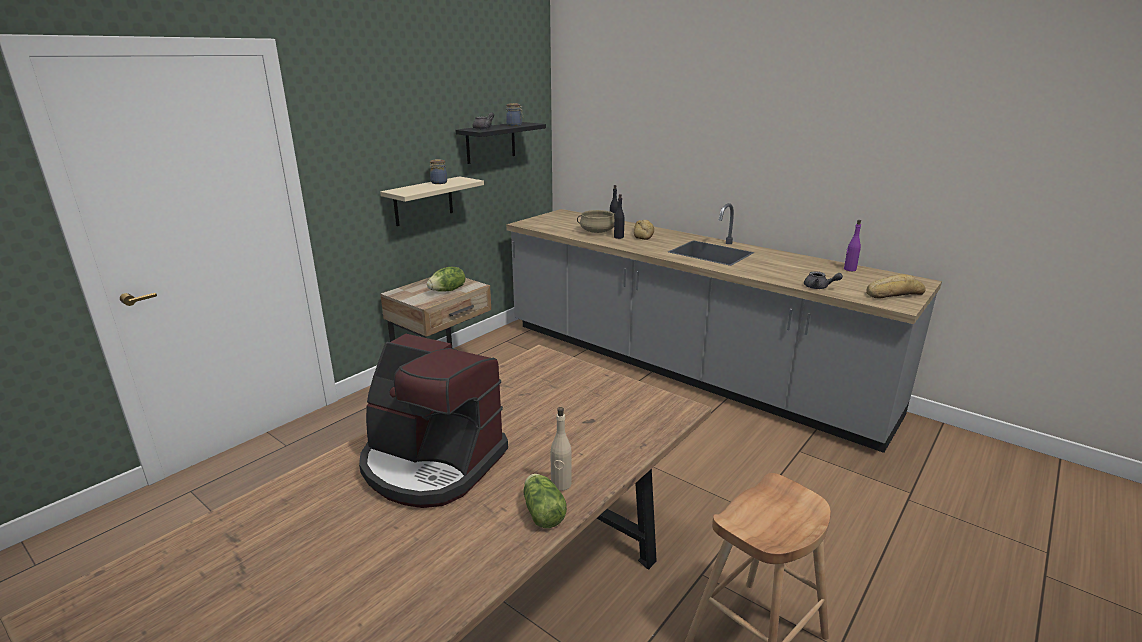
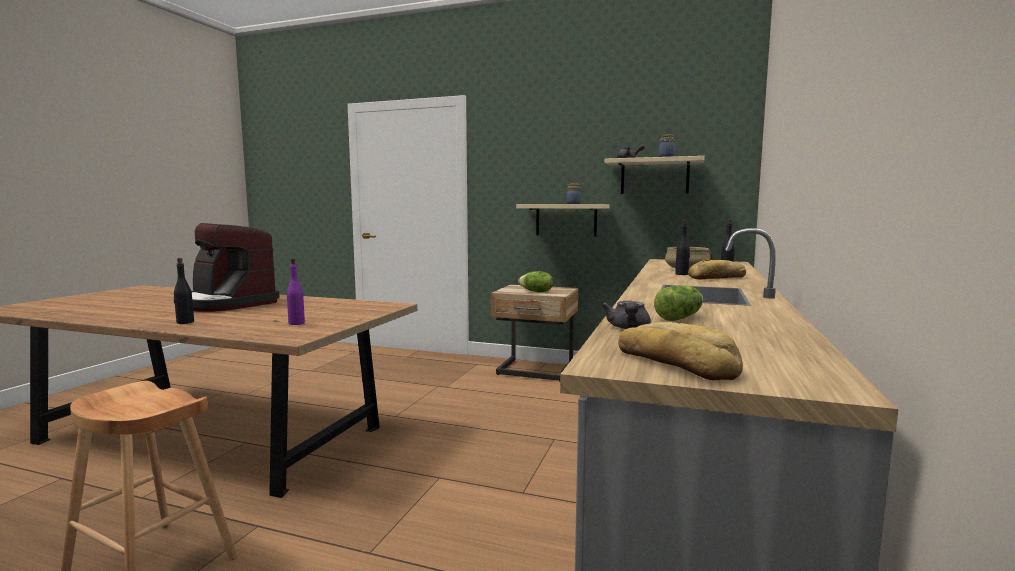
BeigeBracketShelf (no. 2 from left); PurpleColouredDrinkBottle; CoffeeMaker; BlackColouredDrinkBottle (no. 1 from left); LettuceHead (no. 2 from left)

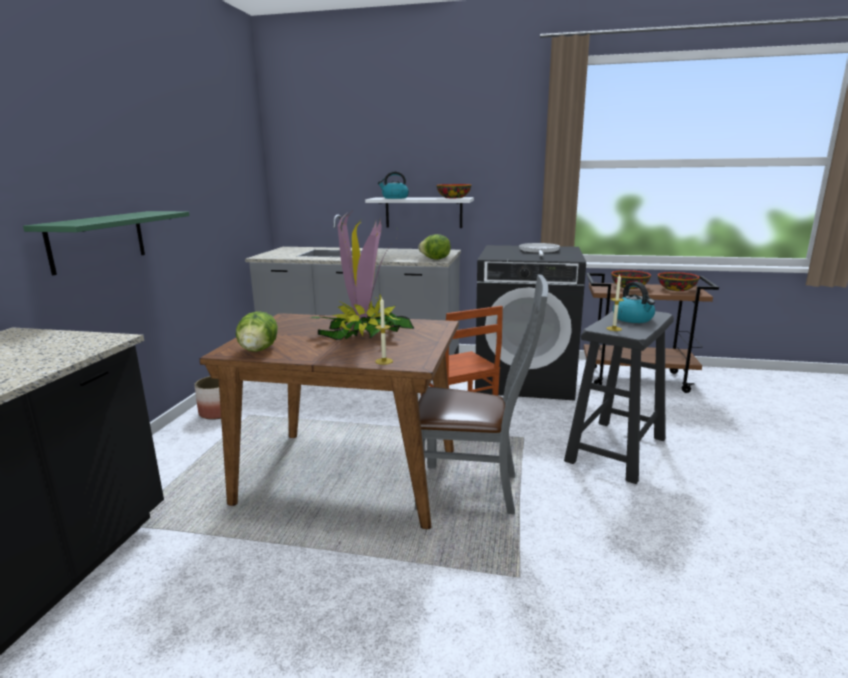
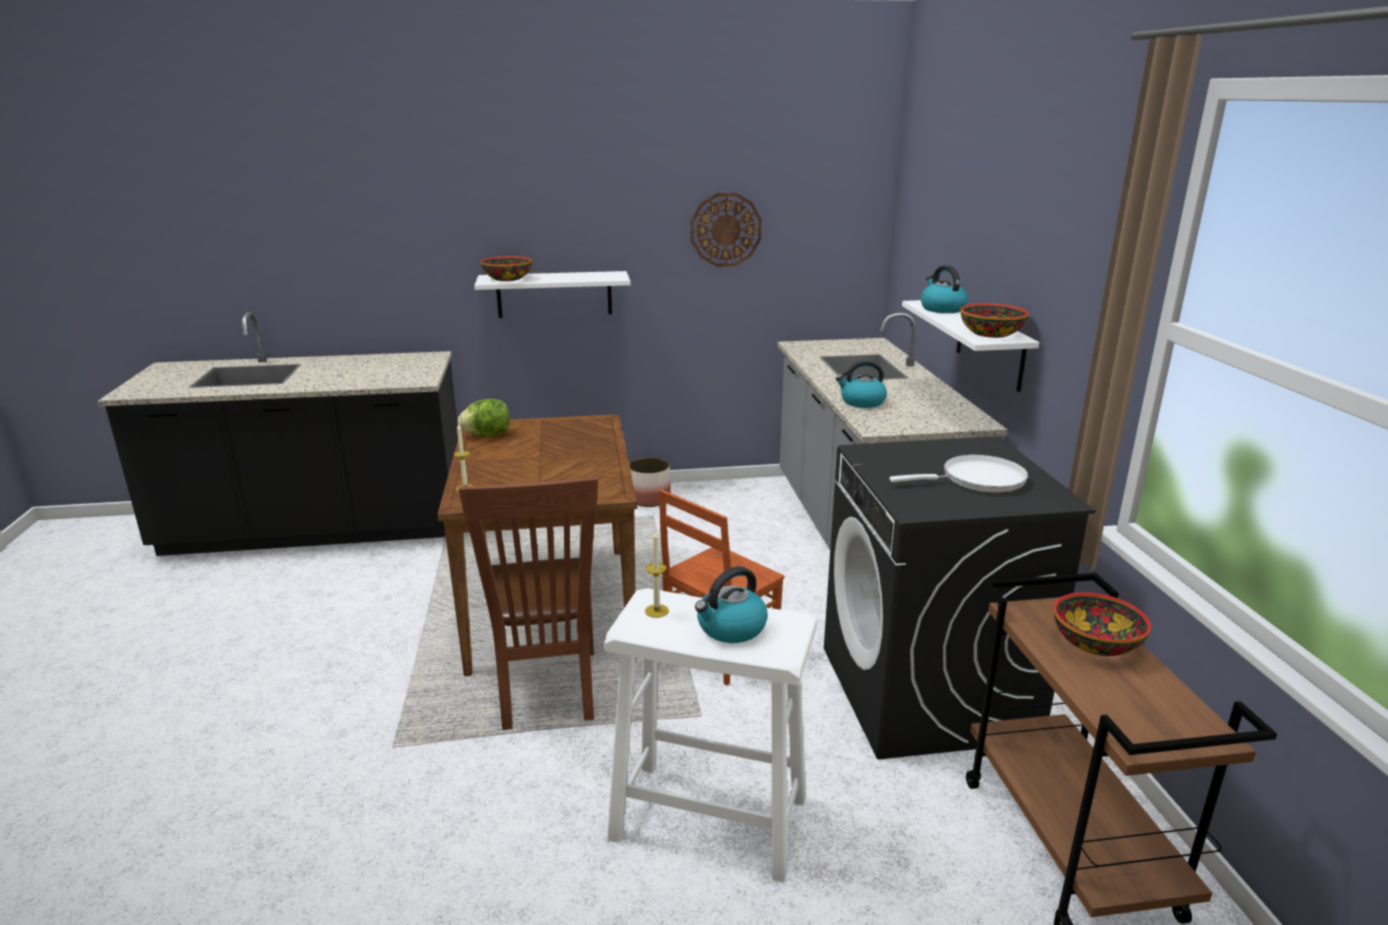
WhiteColouredBracketShelf (no. 1 from left); PlantInAPot; LettuceHead (no. 2 from left in the first image); DeepDish (no. 1 from left); BrownishChair (no. 1 from left); WhiteColouredStoolSeat; ClockOnTheWall; WaterKettle (no. 2 from left)

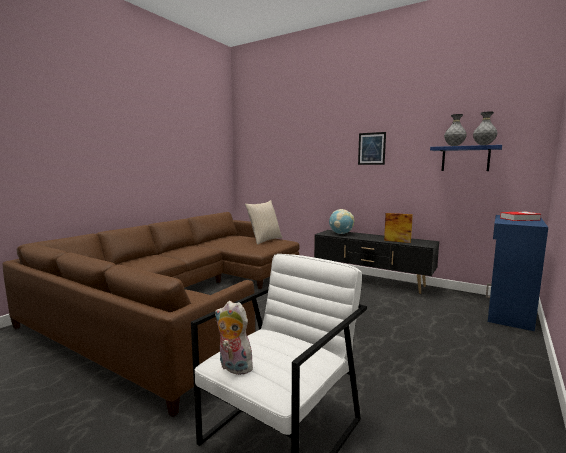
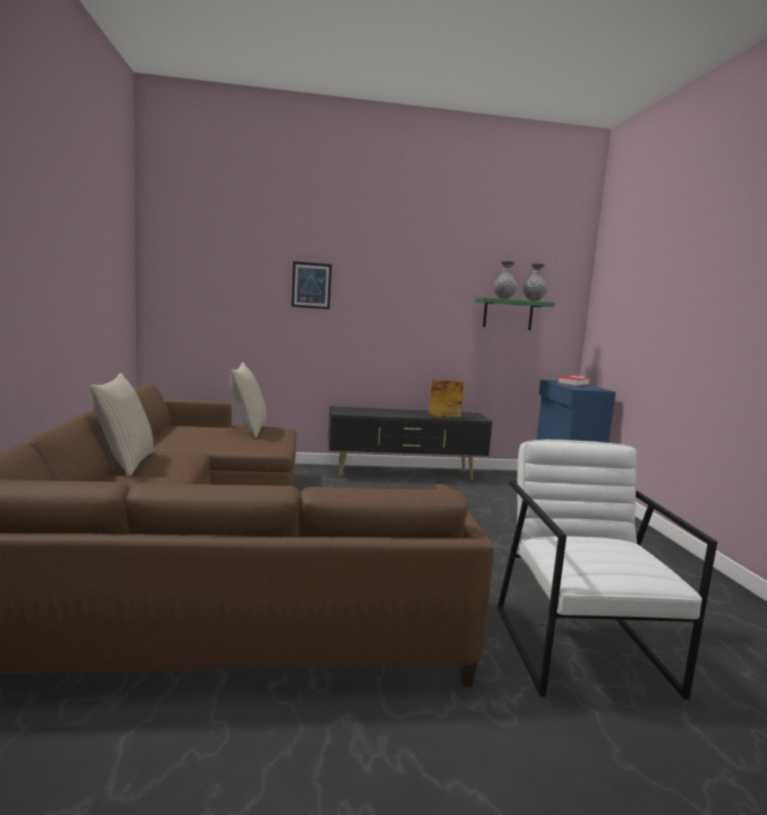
Picture; GreenishBracketShelf; WorldGlobe; SoftToy; BeigeThrowPillow (no. 1 from left)

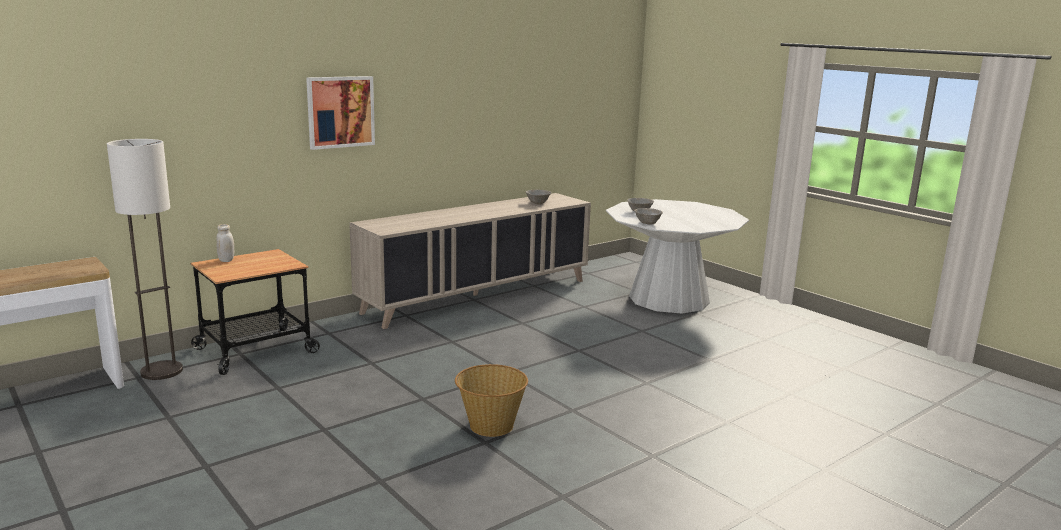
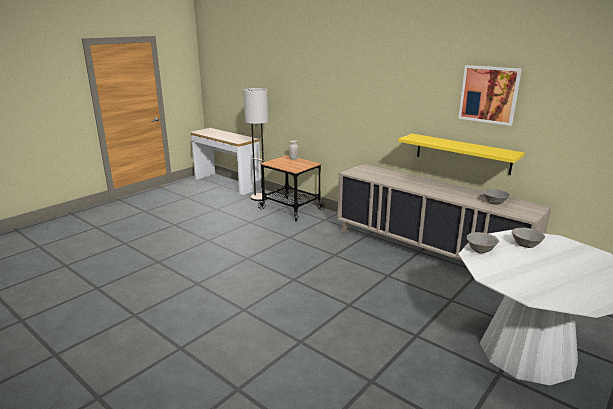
Picture; HouseholdBasket; YellowBracketShelf

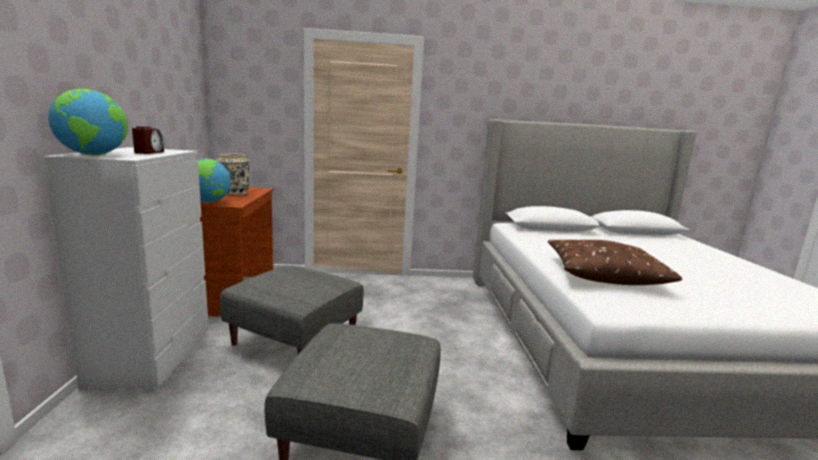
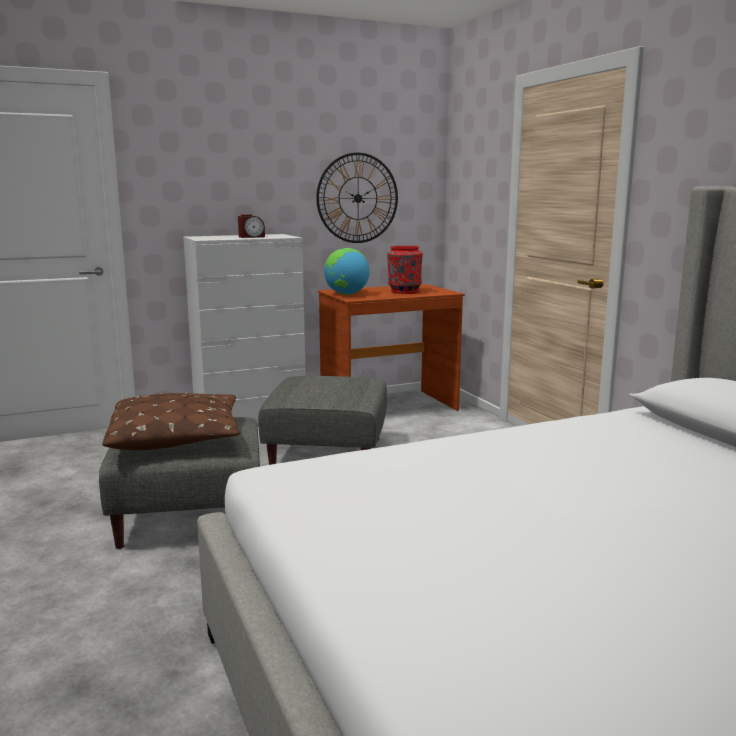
WorldGlobe (no. 1 from left in the first image); RedFlowerVase; BrownishThrowPillow; ClockOnTheWall

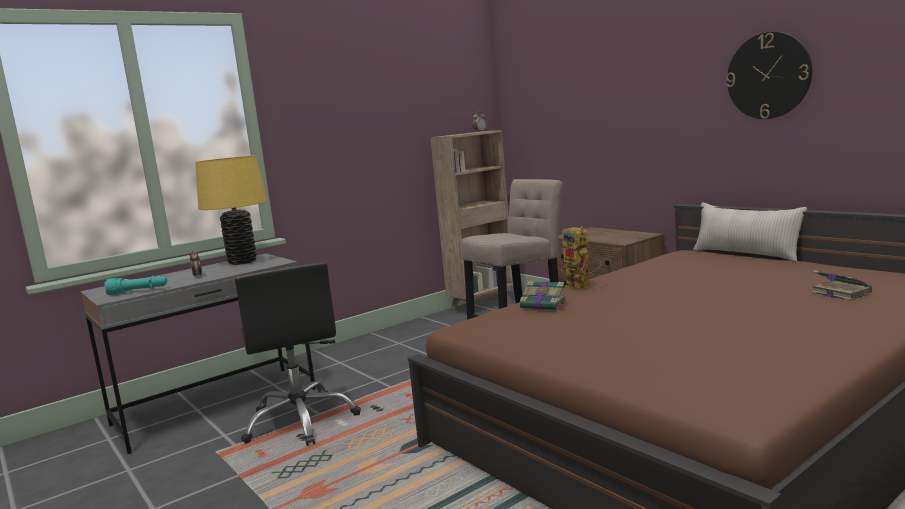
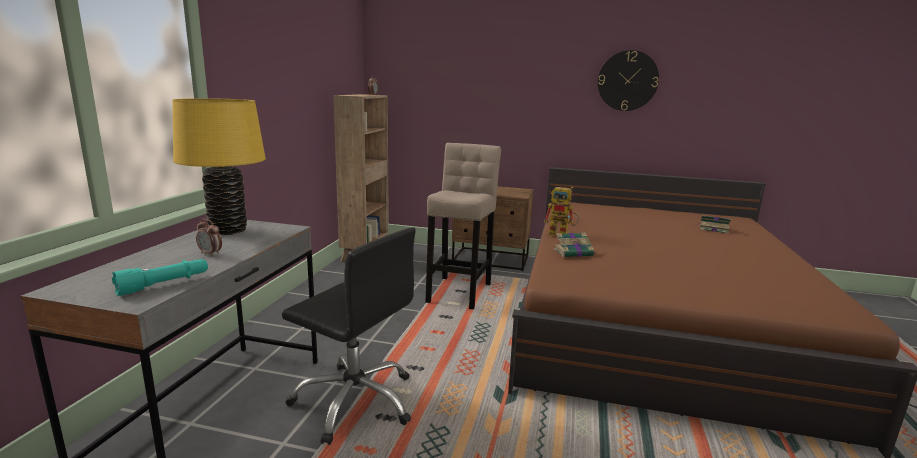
BeigeThrowPillow

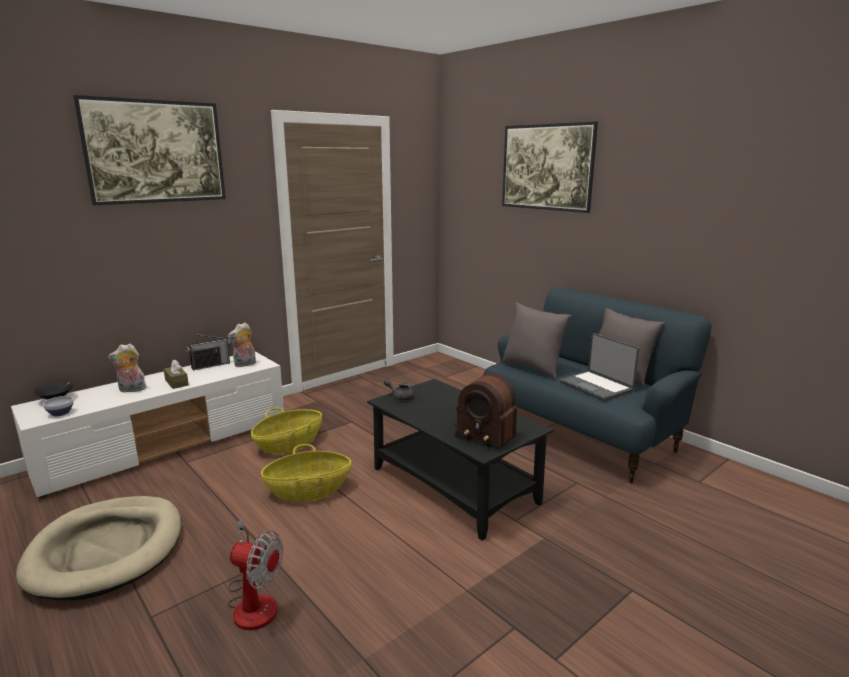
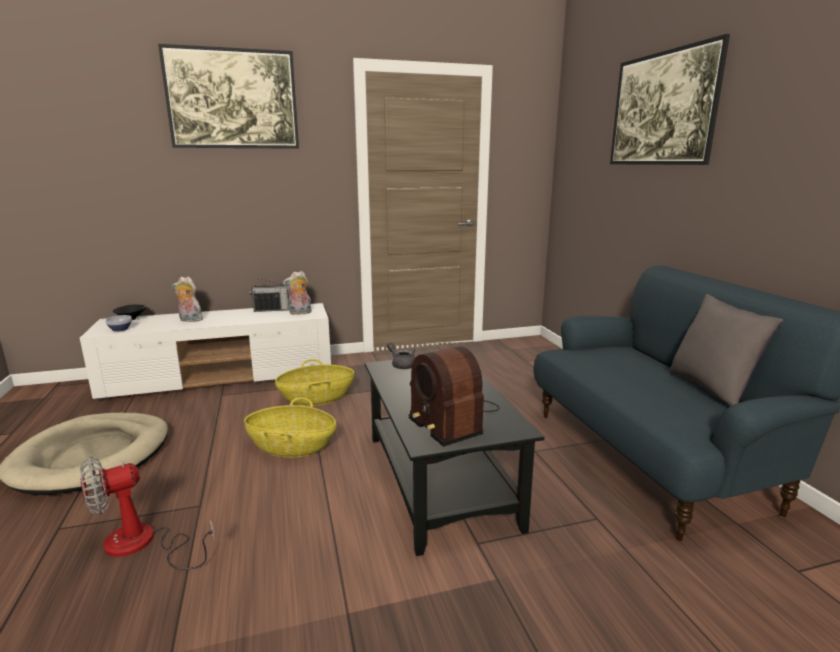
GrayThrowPillow (no. 1 from left in the first image); NotebookComputer; BrownishTissueHolder; CoolingFan

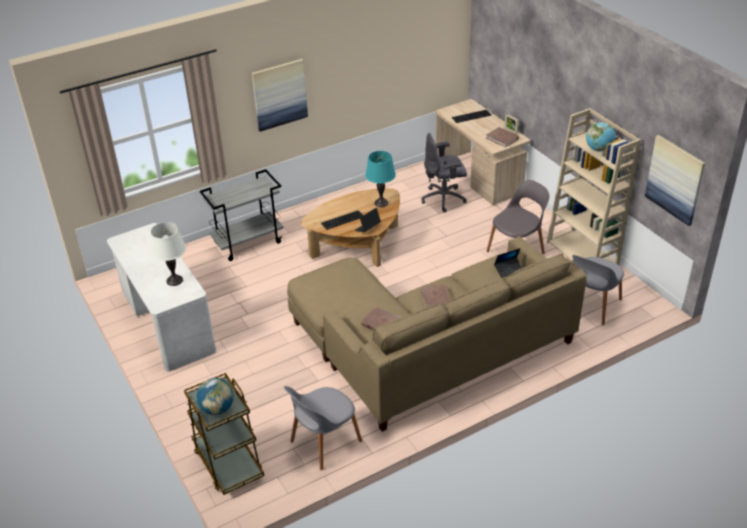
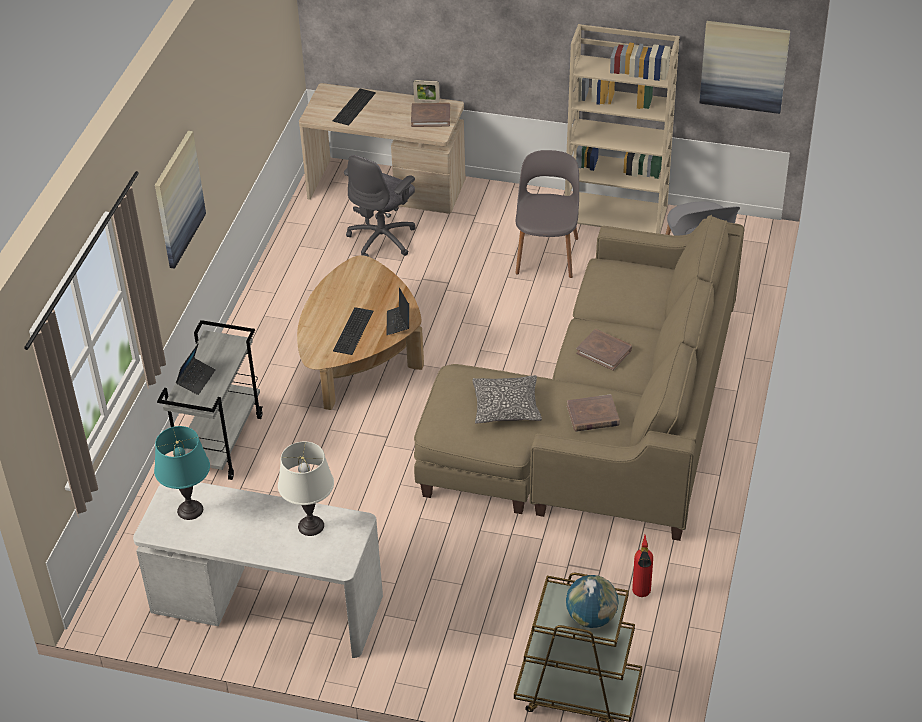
WorldGlobe (no. 2 from left in the first image); TurquoiseTabletopLamp; NotebookComputer (no. 1 from left); Extinguisher; ThrowPillow

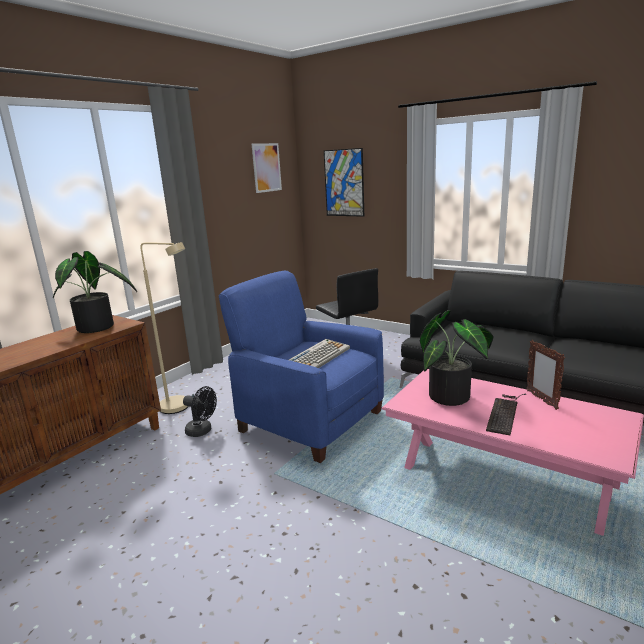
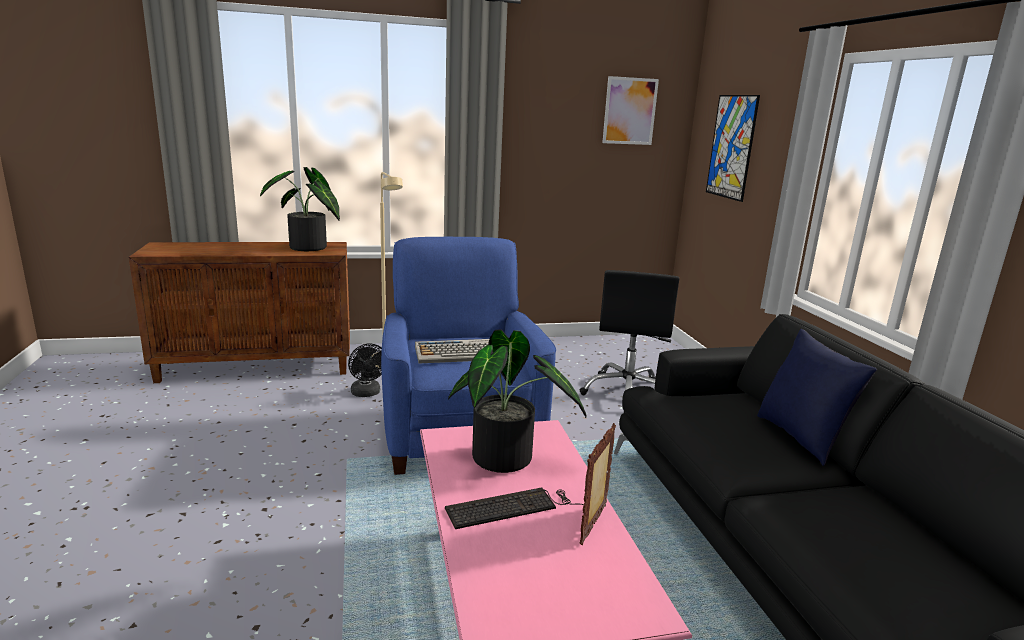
BlueColouredThrowPillow

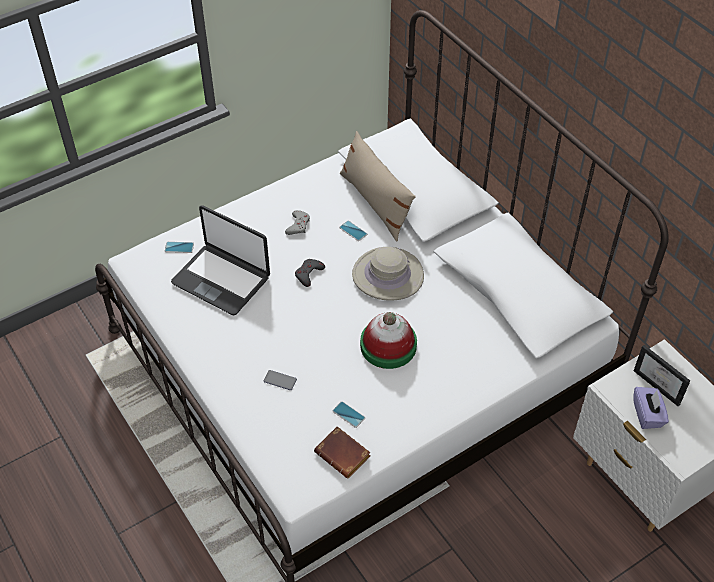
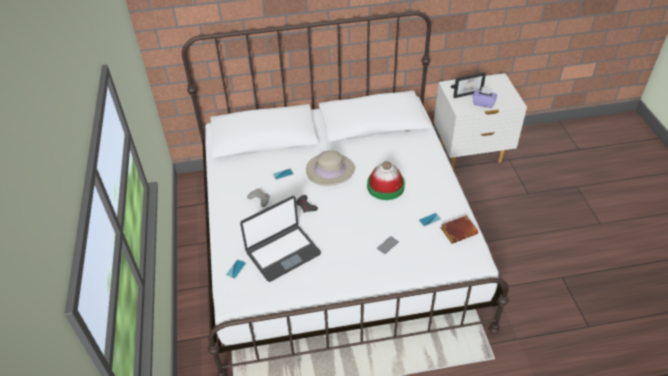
BeigeThrowPillow

